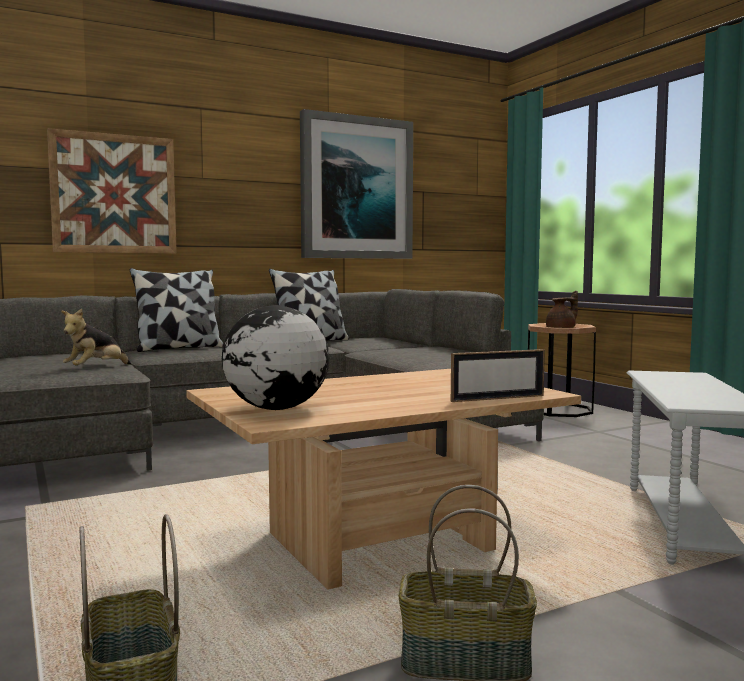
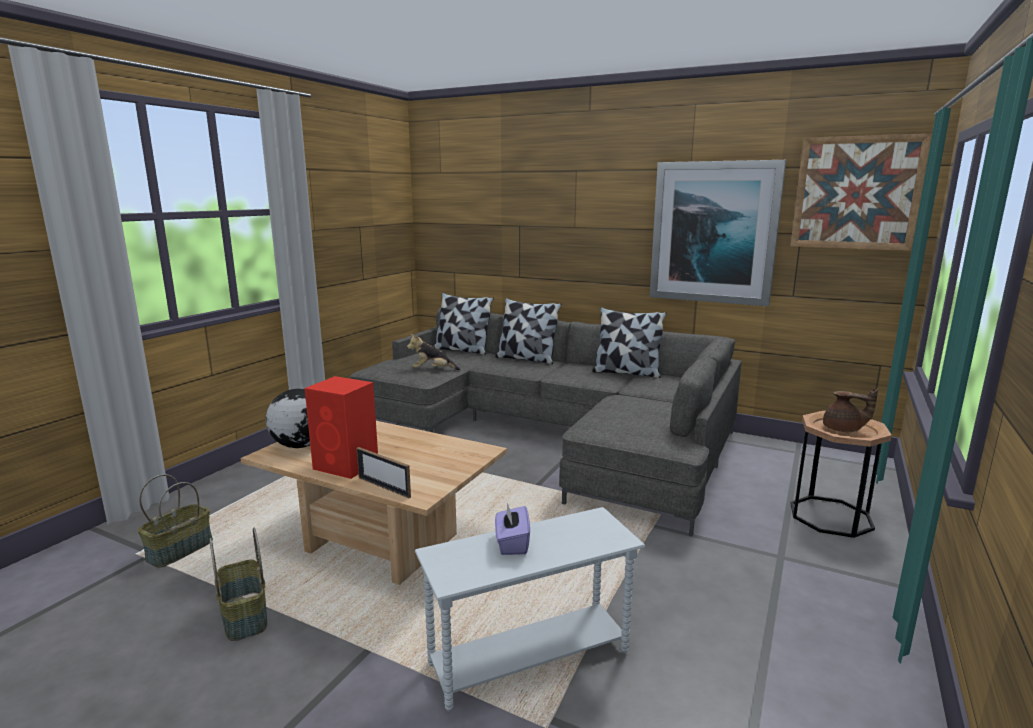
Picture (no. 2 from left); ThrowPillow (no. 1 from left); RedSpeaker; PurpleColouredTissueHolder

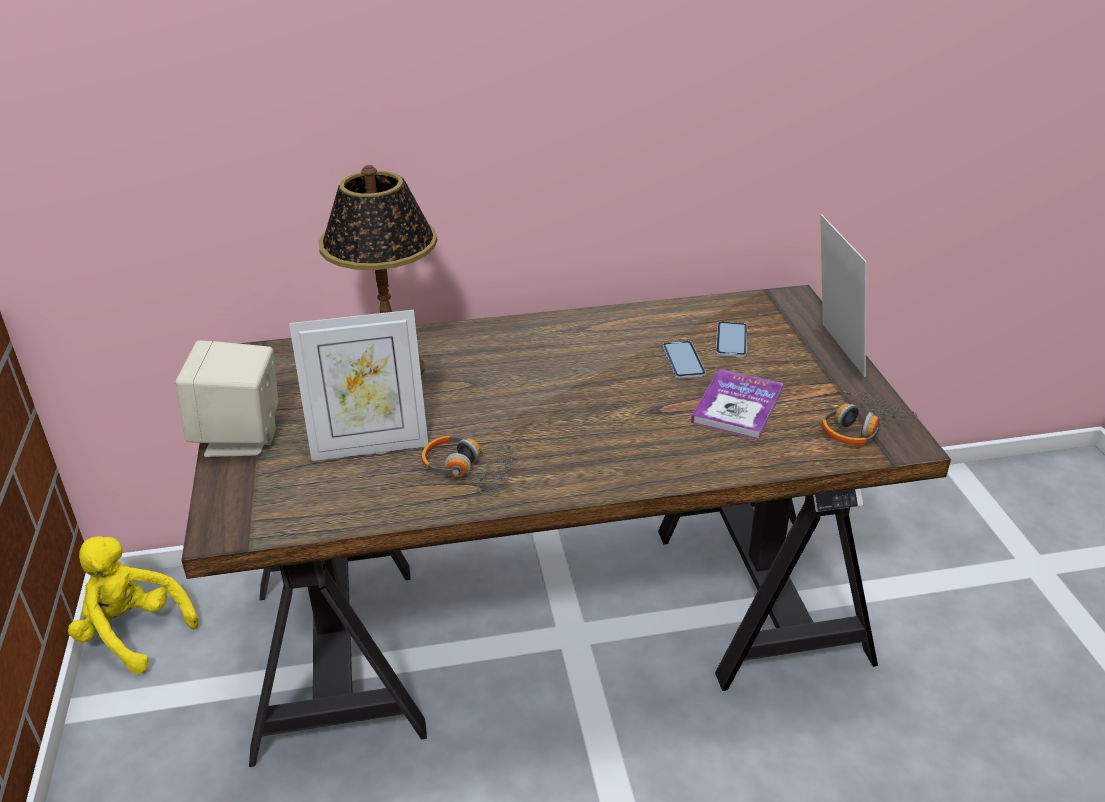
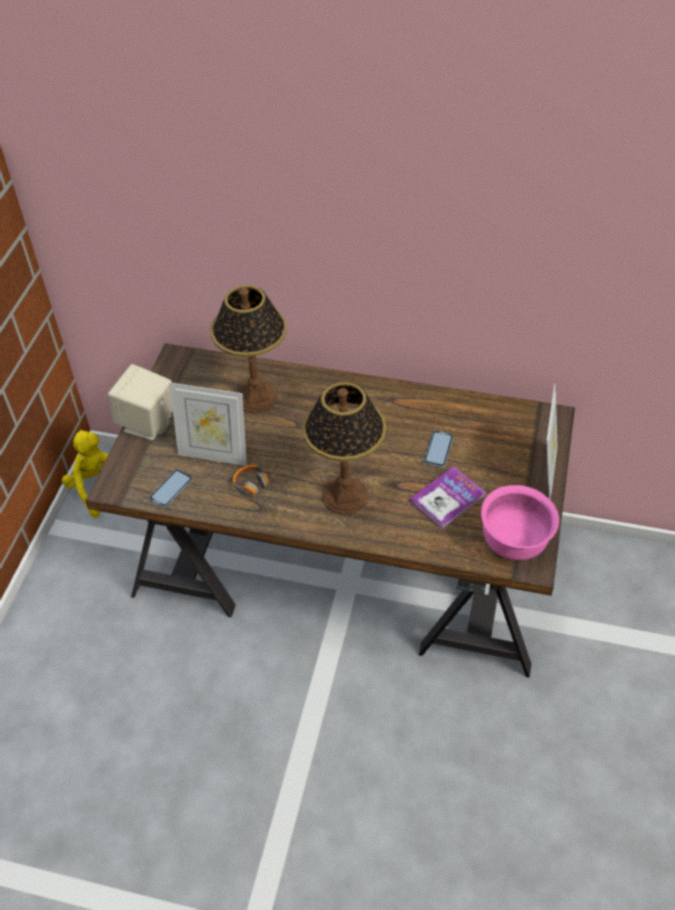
Telephone (no. 1 from left); PinkishDeepDish; TabletopLamp (no. 2 from left)

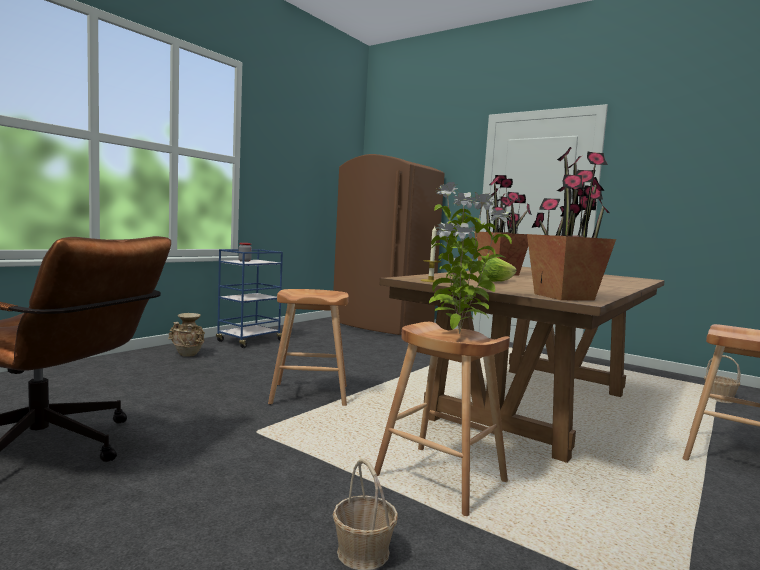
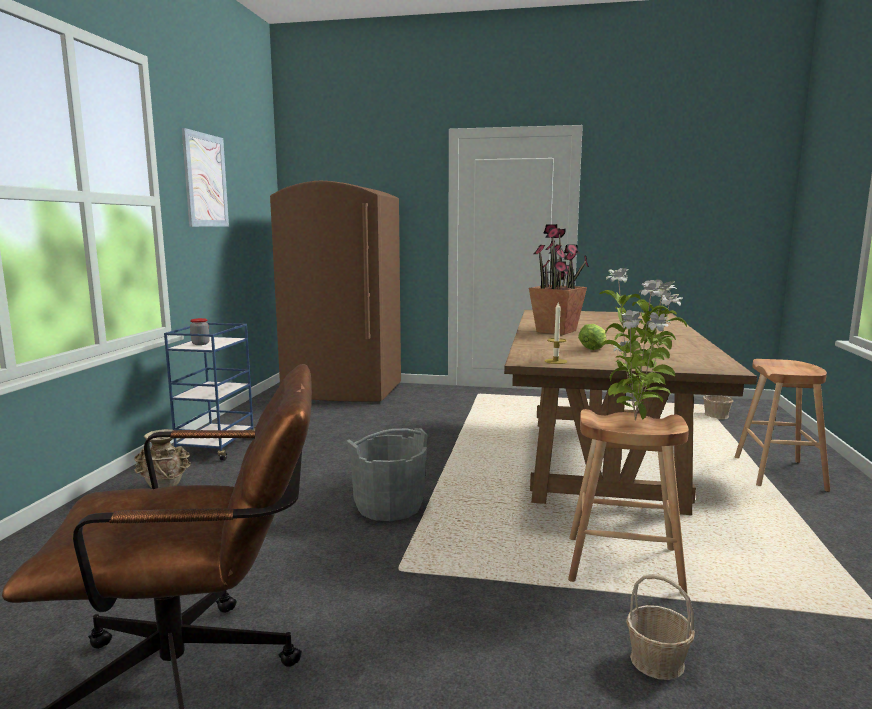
PlantInAPot (no. 3 from left in the first image); GrayWaterBucket; Picture

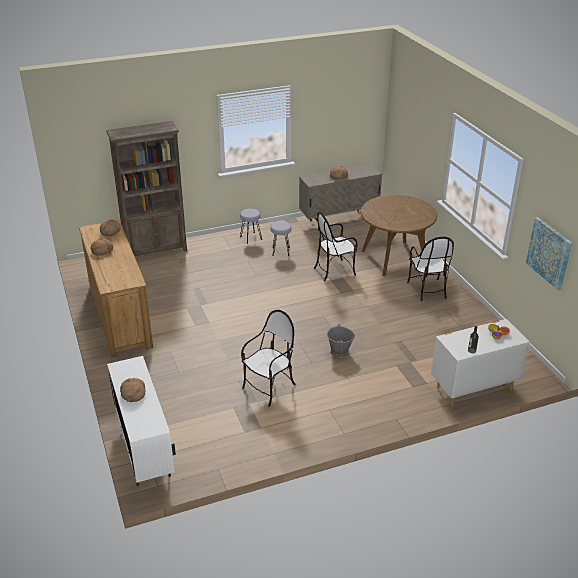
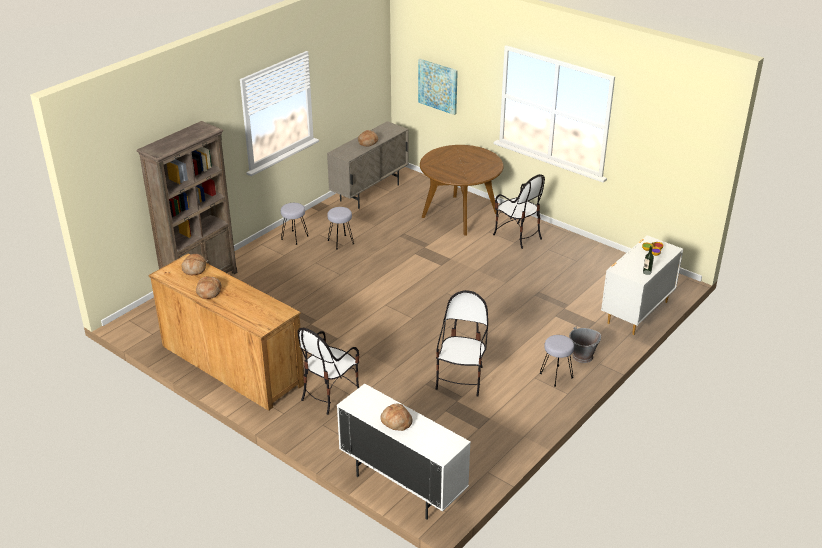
Chair (no. 1 from left); Picture; GrayWaterBucket; GrayStoolSeat (no. 3 from left)

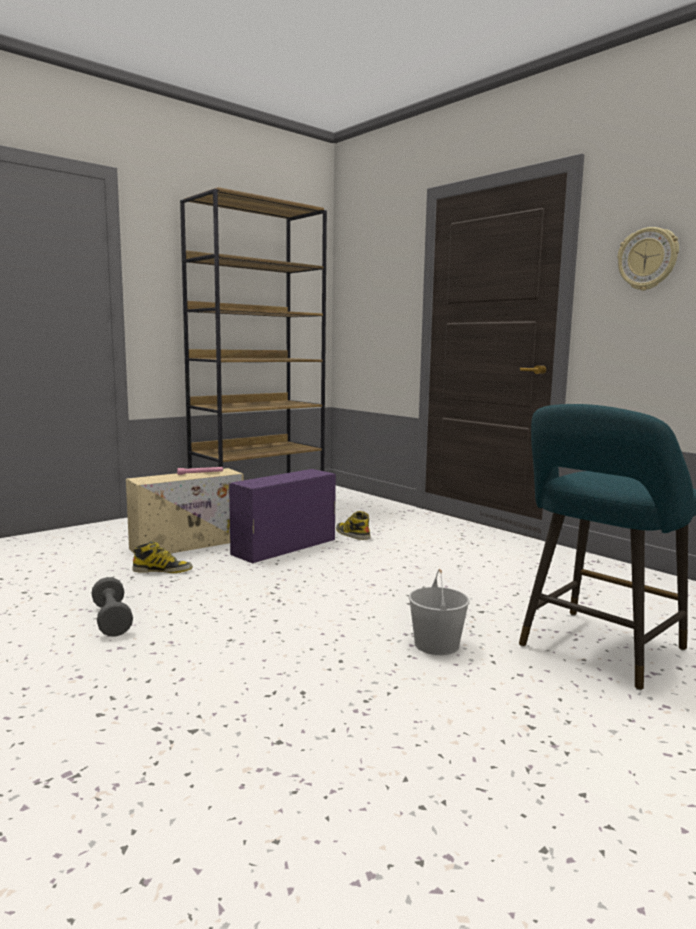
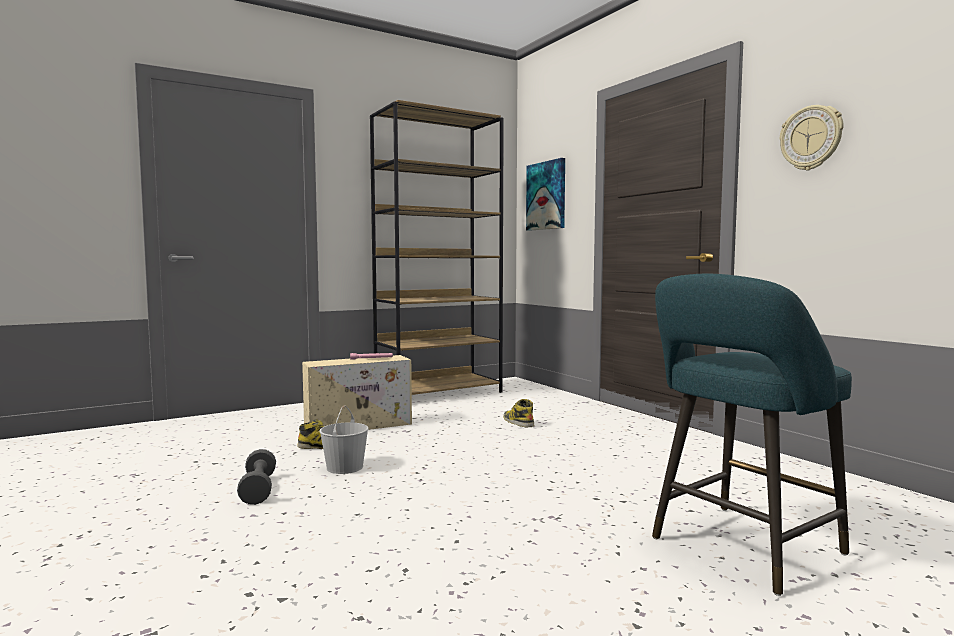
PurpleColouredStorageBox; WhiteColouredWaterBucket; Picture

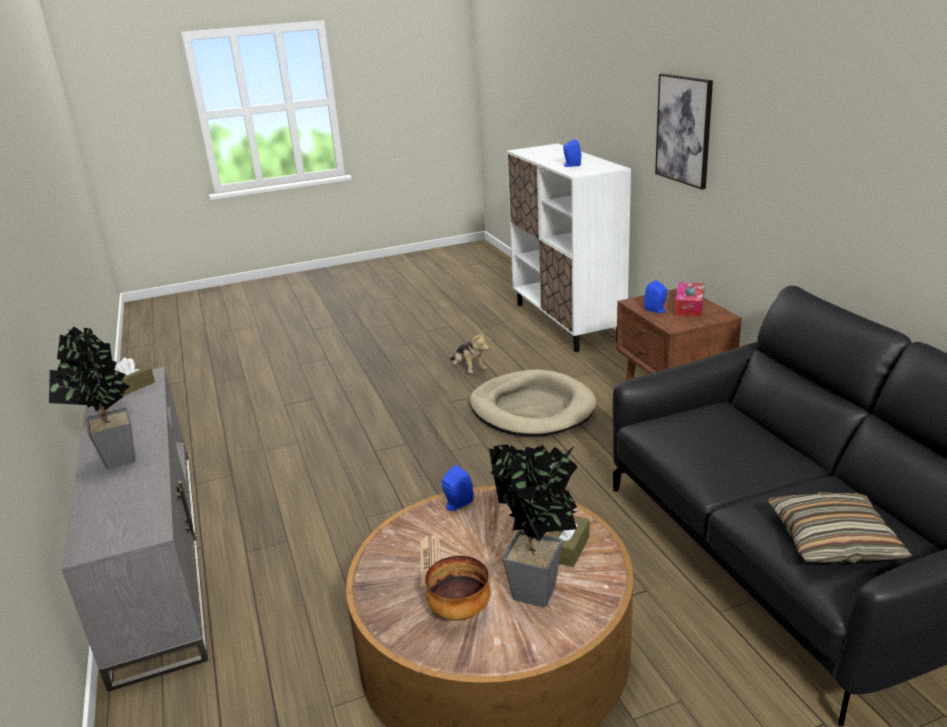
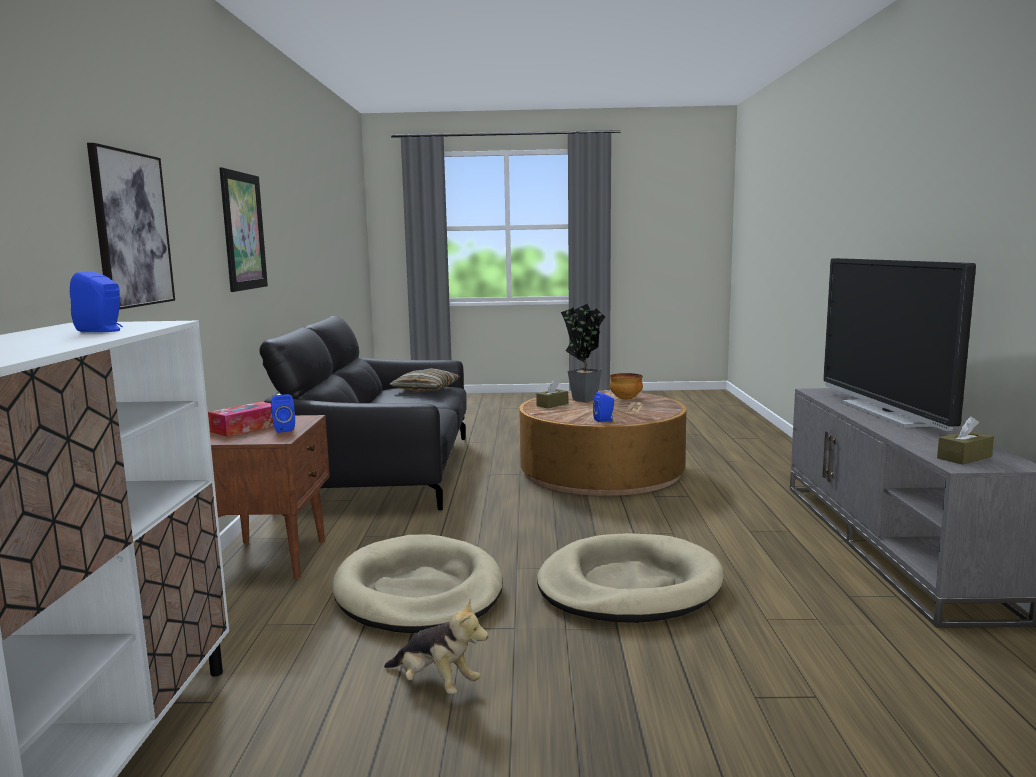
TvSet; SoftToy; Picture (no. 2 from left); BeigePetBed (no. 2 from left)

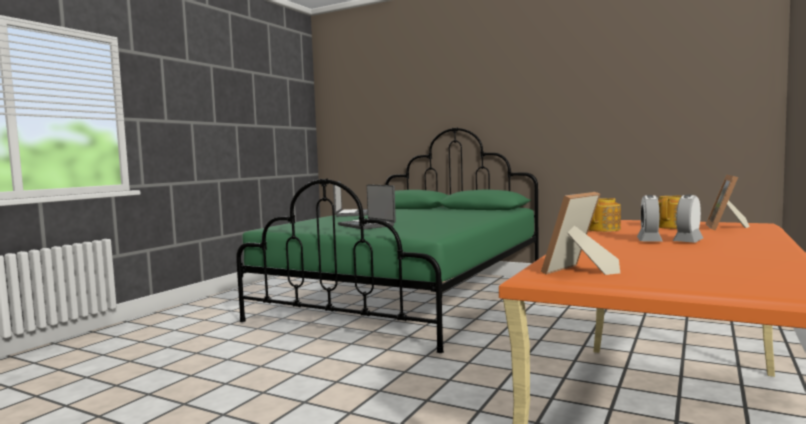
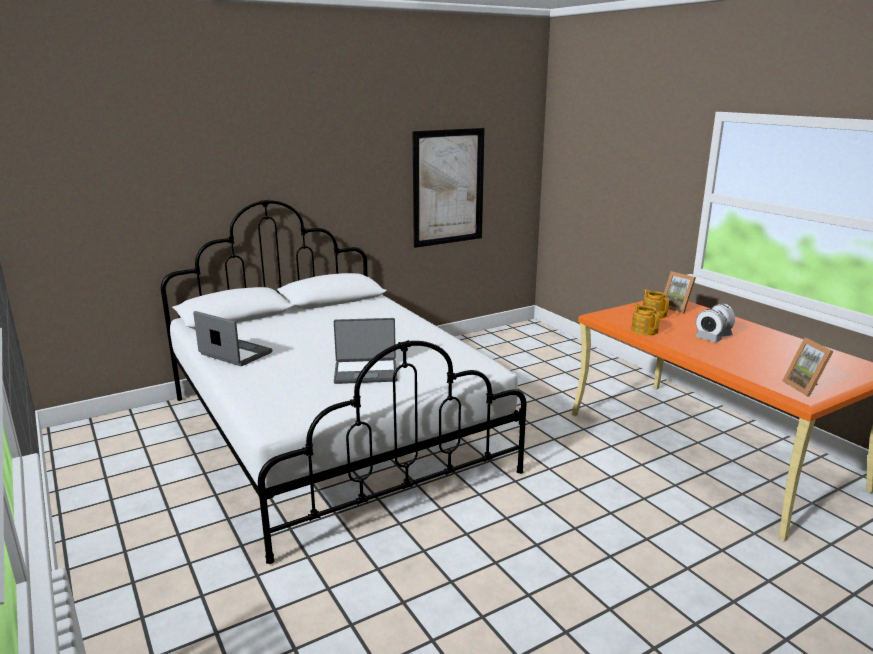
WhiteColouredSleepingBed; Picture

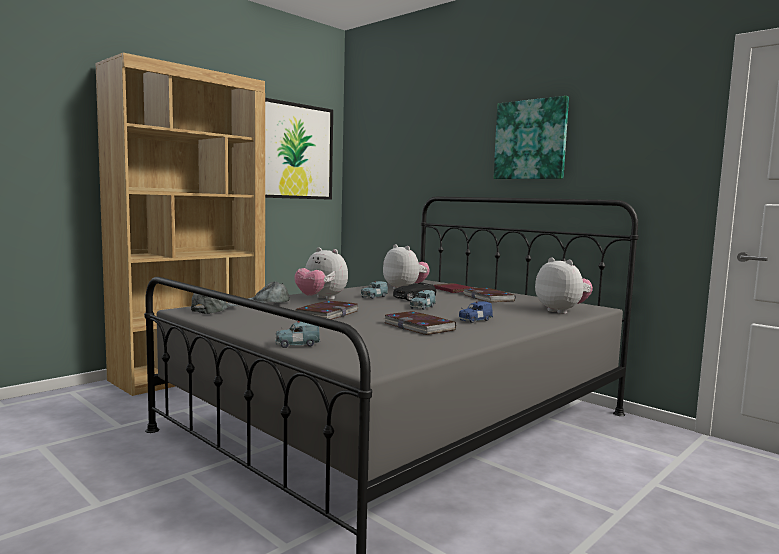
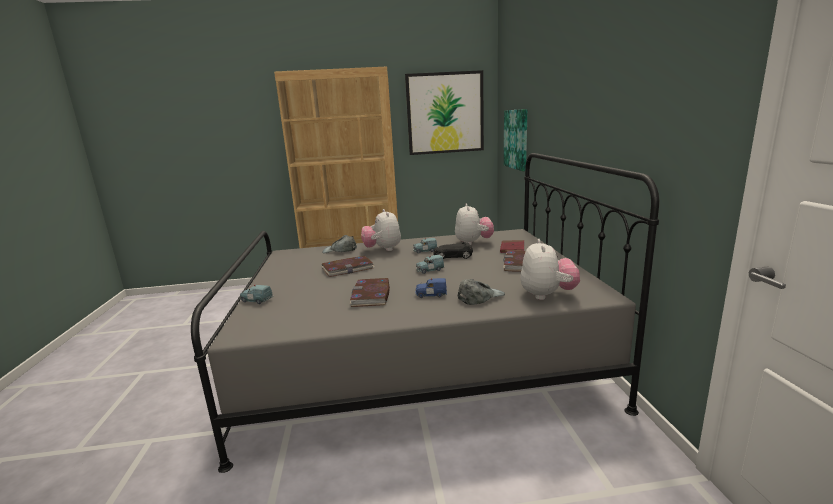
Picture (no. 2 from left); GrayBaseballCap (no. 2 from left)

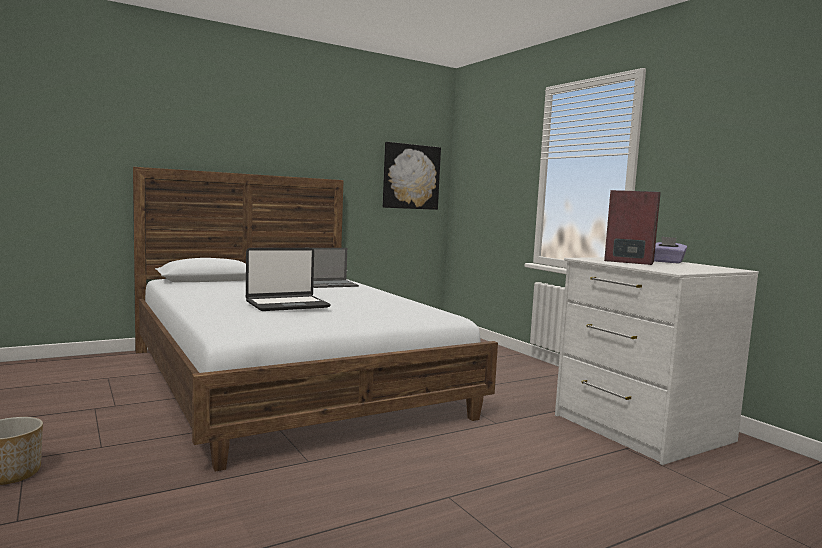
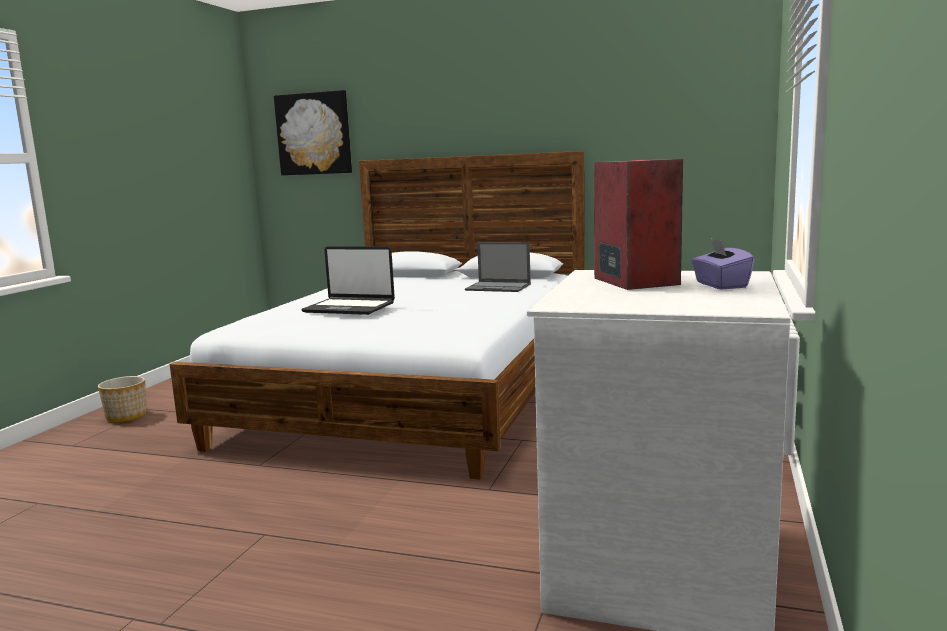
Picture

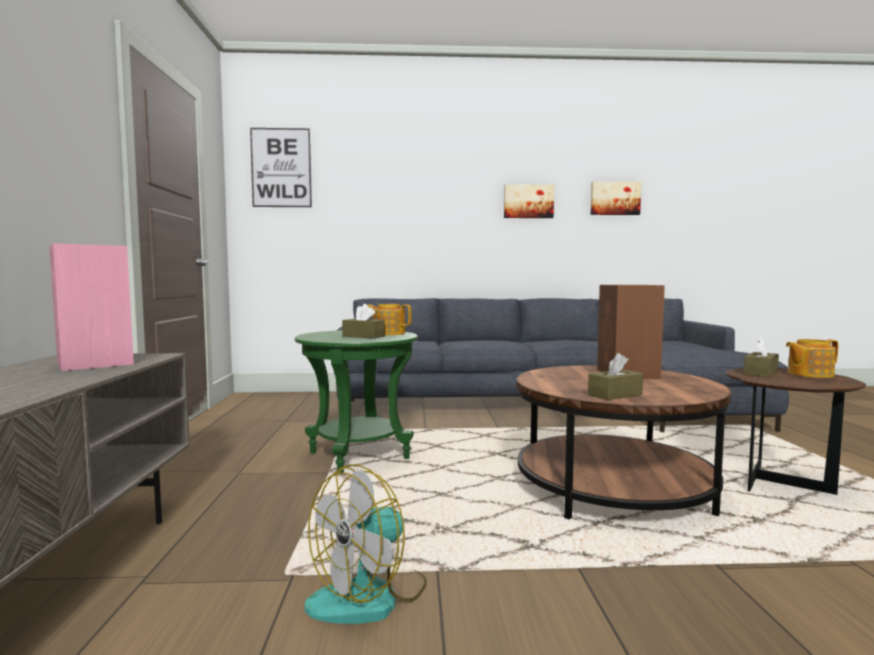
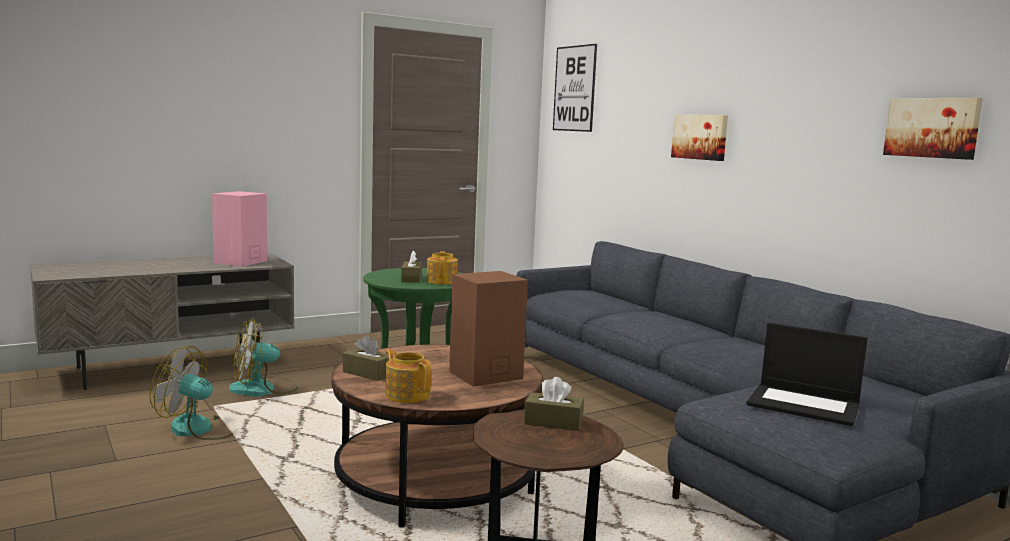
Picture (no. 2 from left); Teapot (no. 1 from left); CoolingFan (no. 2 from left); NotebookComputer

